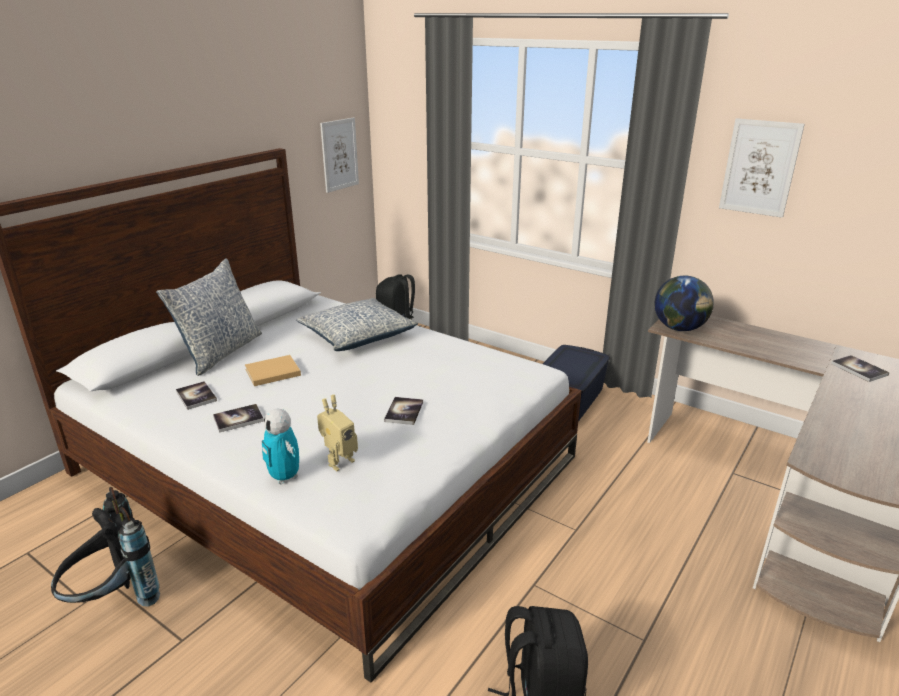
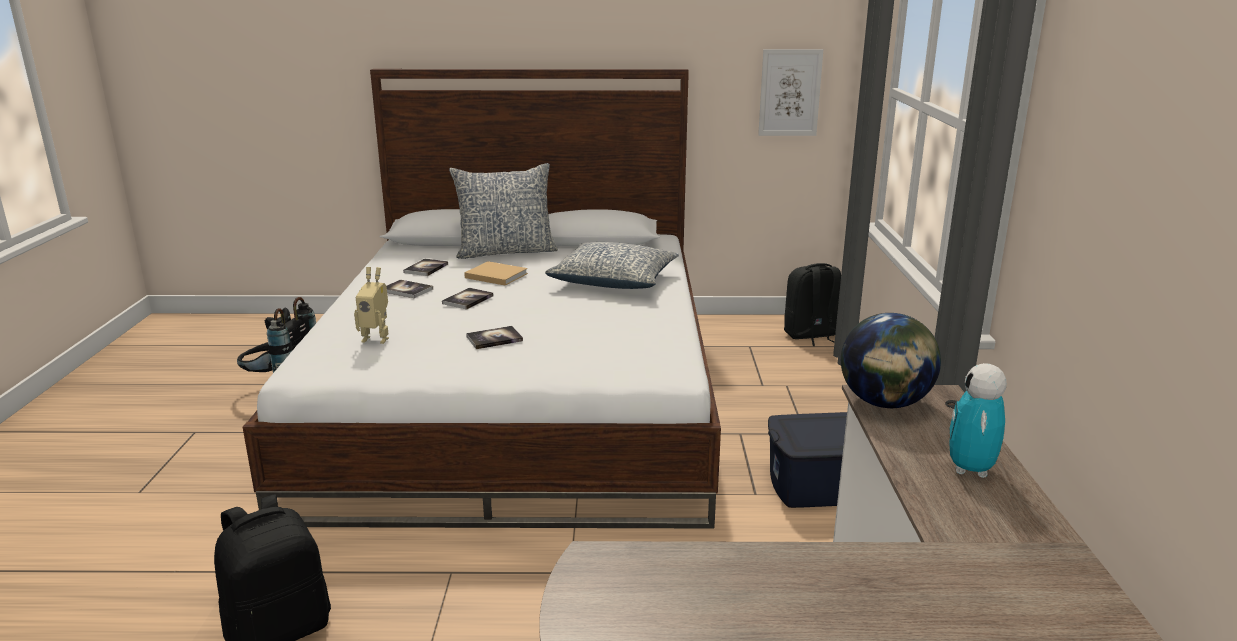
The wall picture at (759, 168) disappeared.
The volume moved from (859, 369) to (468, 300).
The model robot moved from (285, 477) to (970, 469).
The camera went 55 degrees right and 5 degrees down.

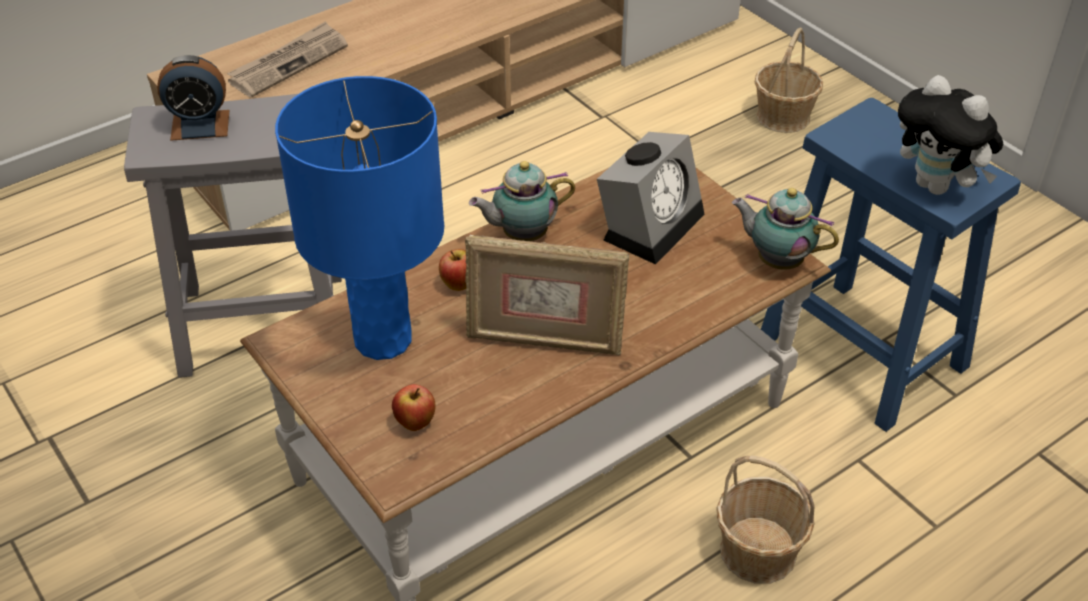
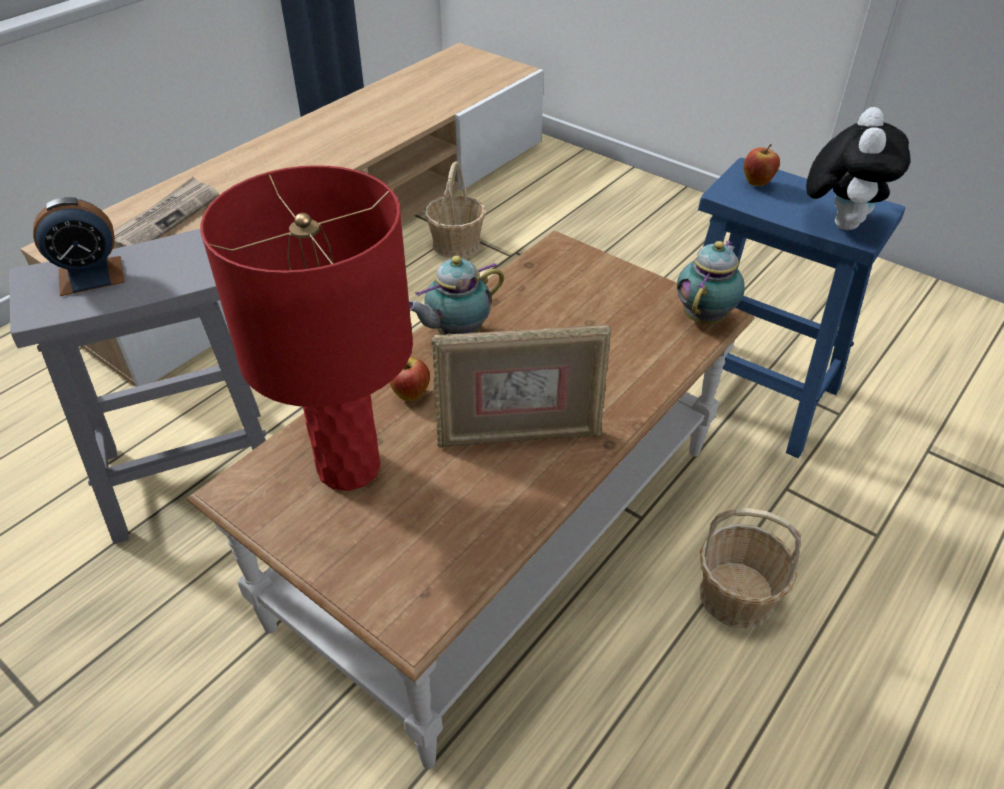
The storage basket moved from (783, 116) to (456, 244).
The plush toy at (937, 186) turned 105 degrees counterclockwise.
The blue-coloured tabletop lamp at (383, 340) became the reddish tabletop lamp at (349, 468).
The bedside clock at (651, 223) disappeared.
The pot for tea at (776, 260) turned 105 degrees clockwise.
The whole apple moved from (415, 423) to (757, 183).
The camera went 15 degrees left and 0 degrees up.

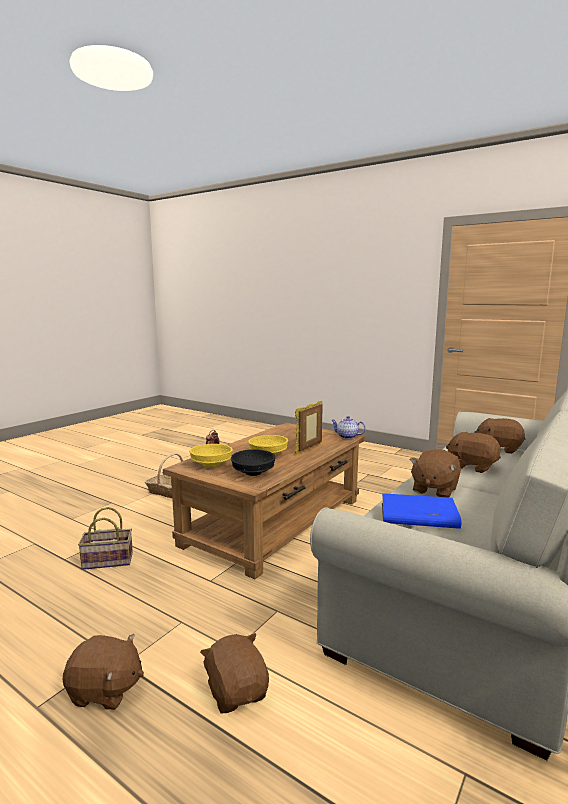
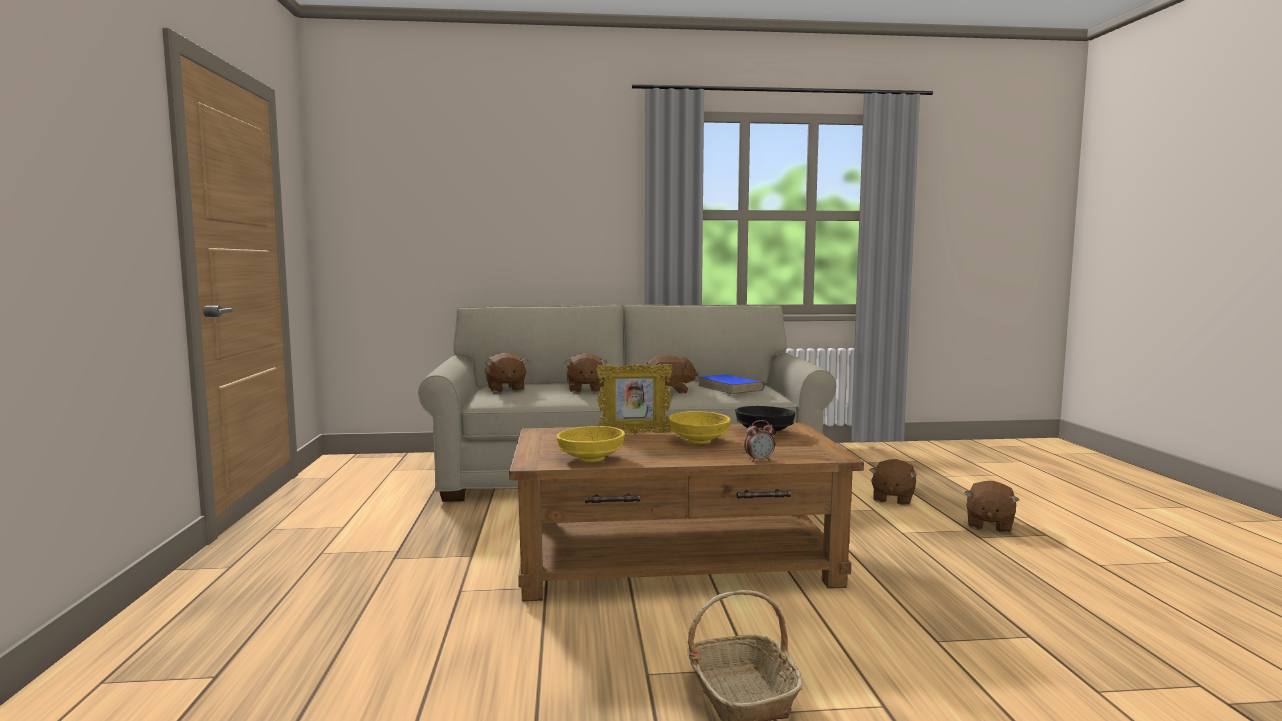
The pot for tea at (347, 436) disappeared.
The yellow bowl moved from (212, 465) to (591, 459).
The storage basket at (106, 561) disappeared.
The brown-coloured plush toy at (105, 691) turned 120 degrees counterclockwise.
The camera went 130 degrees left and 5 degrees down.

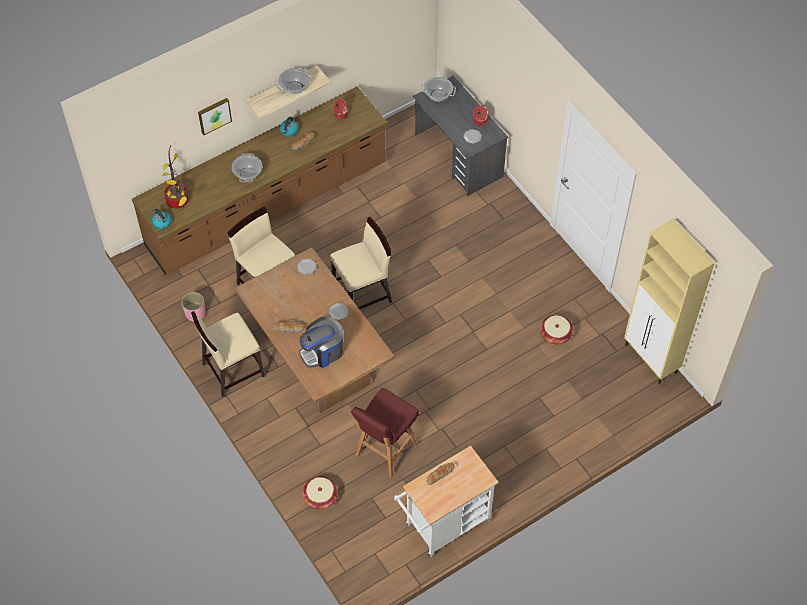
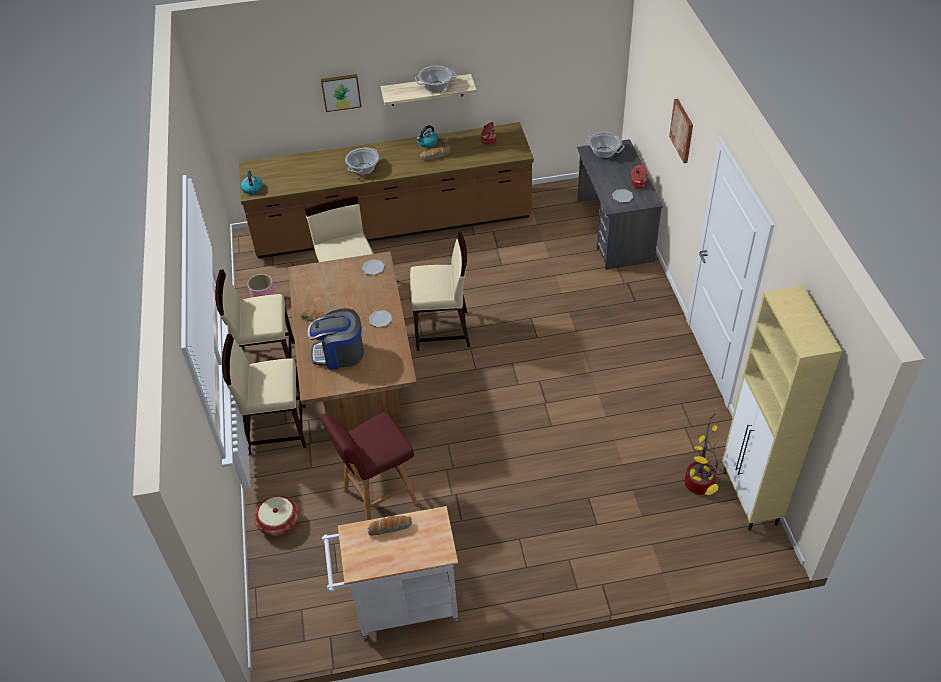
The potted plant moved from (179, 201) to (701, 485).
The storage basket at (555, 334) disappeared.
The wall picture at (682, 130) appeared.
The beige-coloured upright chair at (276, 429) appeared.
The camera went 25 degrees right and 10 degrees down.

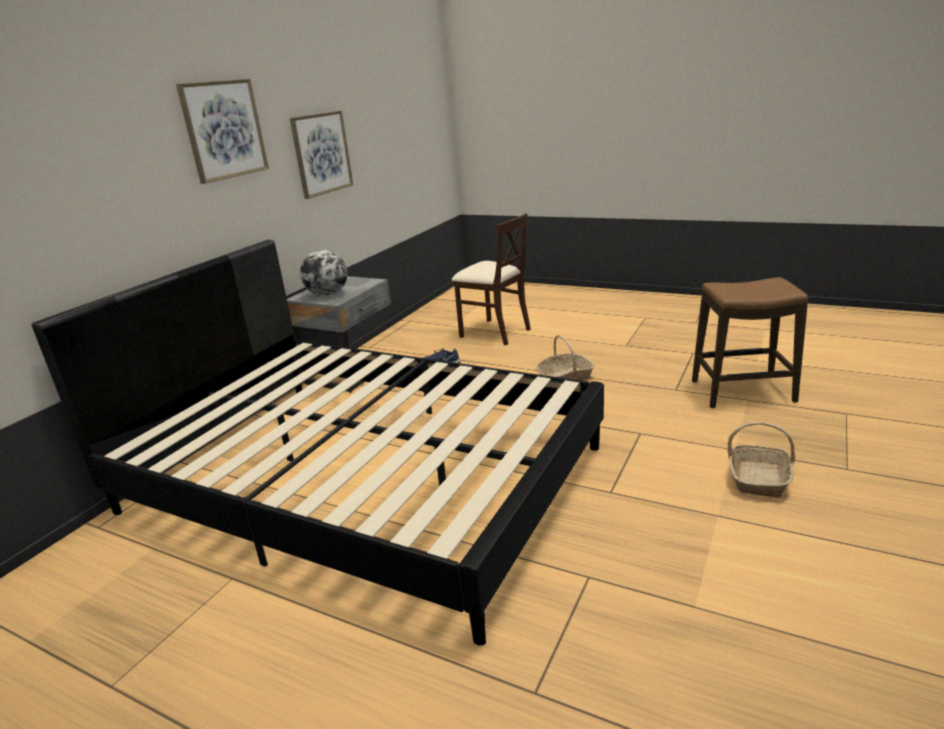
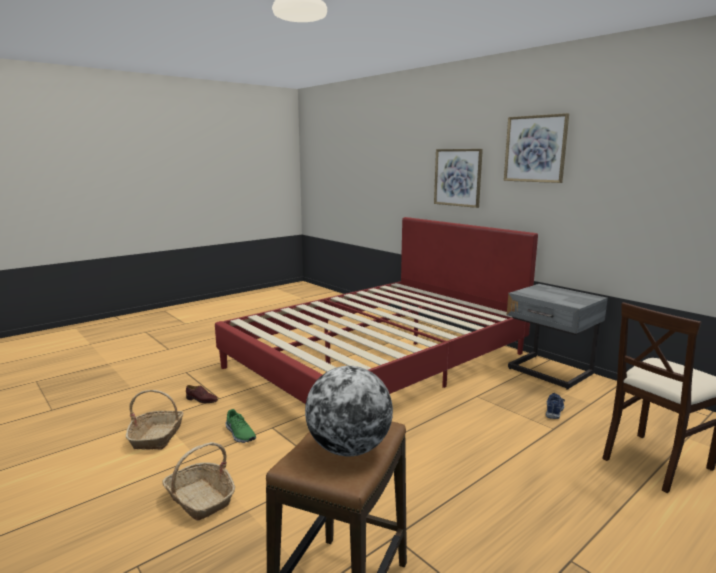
The wall picture moved from (321, 153) to (458, 177).
The black bed at (362, 478) became the reddish bed at (378, 360).
The world globe moved from (327, 294) to (349, 449).
The storage basket moved from (565, 377) to (157, 436).
The brown-coloured item of footwear at (201, 400) appeared.
The green item of footwear at (239, 434) appeared.
The camera went 110 degrees right and 10 degrees down.

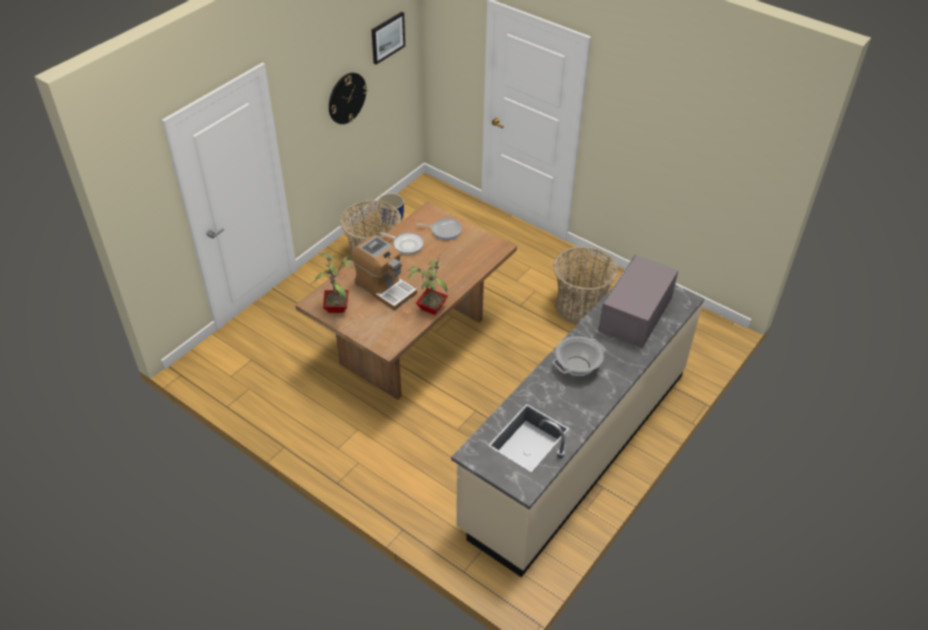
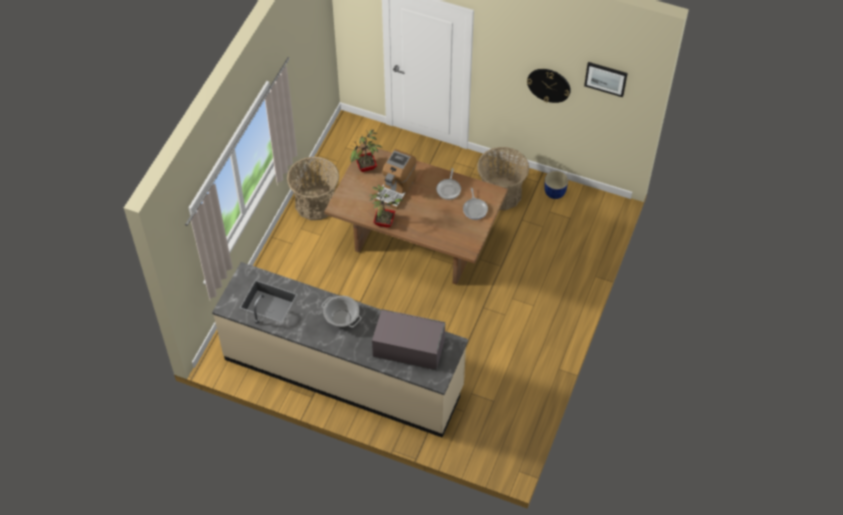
The storage basket moved from (580, 306) to (315, 203).
The camera went 75 degrees right and 10 degrees up.

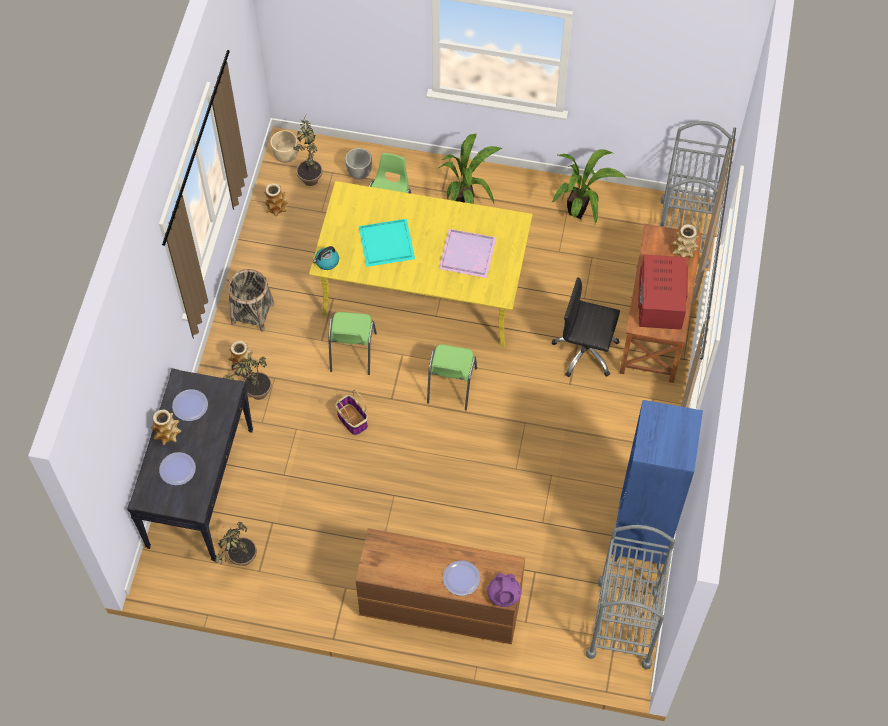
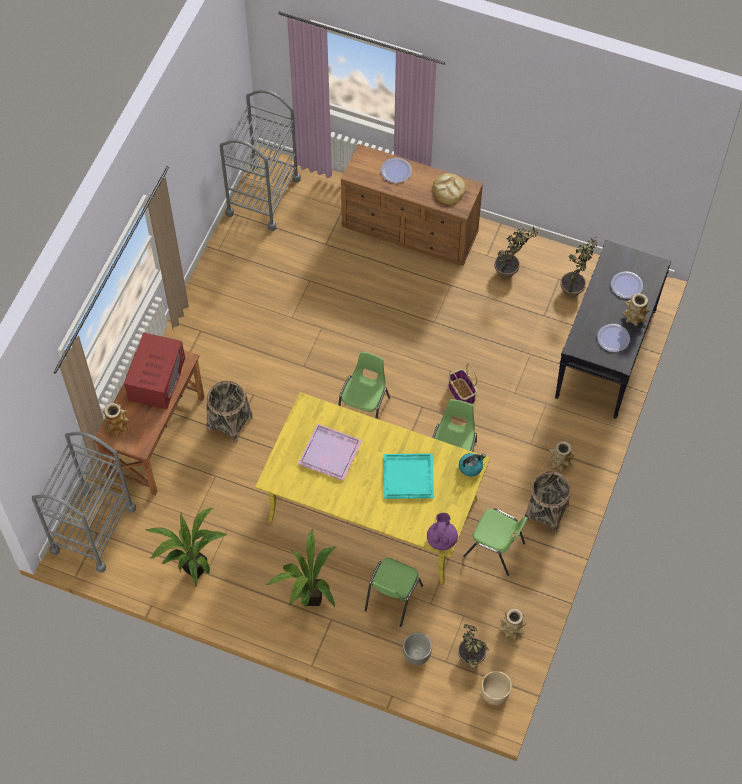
The black office chair at (585, 351) was replaced by the storage basket at (229, 422).
The potted plant moved from (253, 395) to (511, 270).
The blue-coloured shelving unit at (641, 539) disappeared.
The purple-coloured pot for tea moved from (504, 596) to (442, 539).
The bread at (449, 189) appeared.
The green upright chair at (495, 549) appeared.
The camera went 170 degrees left and 0 degrees up.

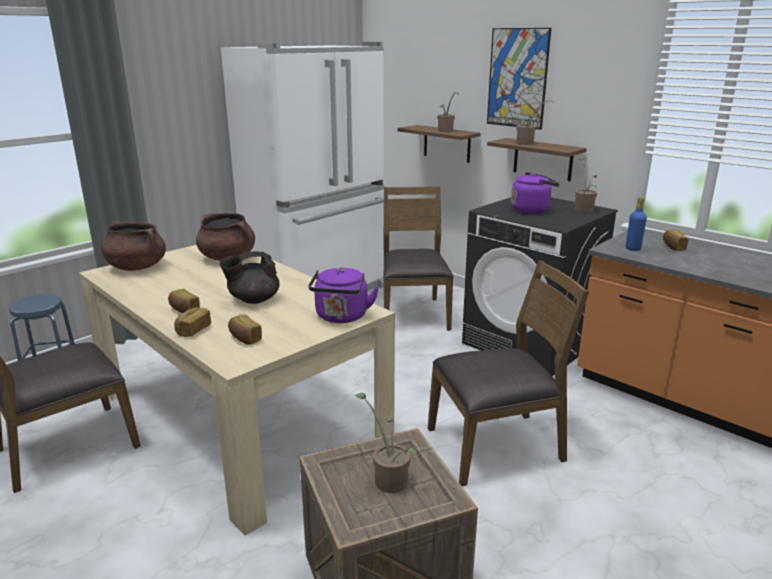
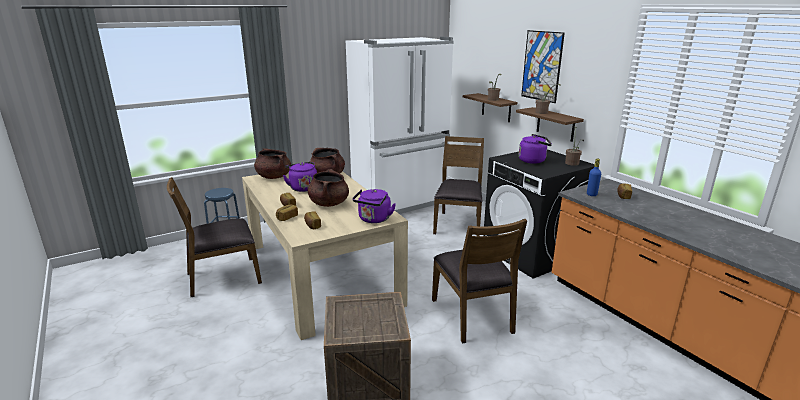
The black pot for tea at (253, 300) was replaced by the brown-coloured saucepot at (329, 203).
The brown-coloured upright chair at (496, 445) turned 75 degrees clockwise.
The potted plant at (388, 478) disappeared.
The purple-coloured tea kettle at (302, 188) appeared.
The camera went 15 degrees right and 0 degrees up.

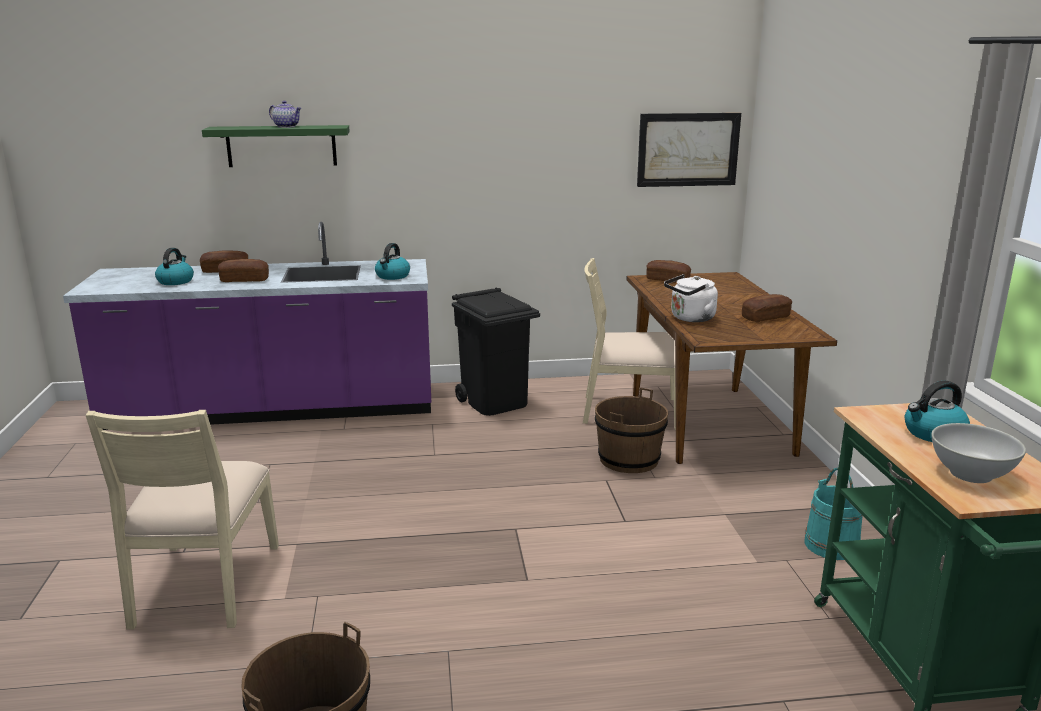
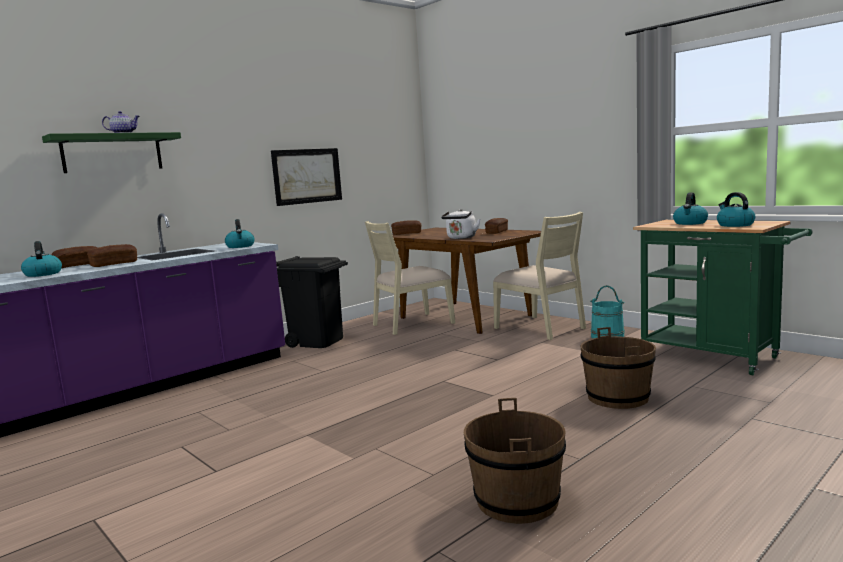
The wall picture moved from (688, 149) to (307, 176).
The brown-coloured pail moved from (629, 460) to (618, 398).
The beige-coloured upright chair moved from (204, 585) to (541, 328).
The whitish bowl at (970, 474) was replaced by the tea kettle at (734, 225).
The camera went 35 degrees left and 10 degrees down.

